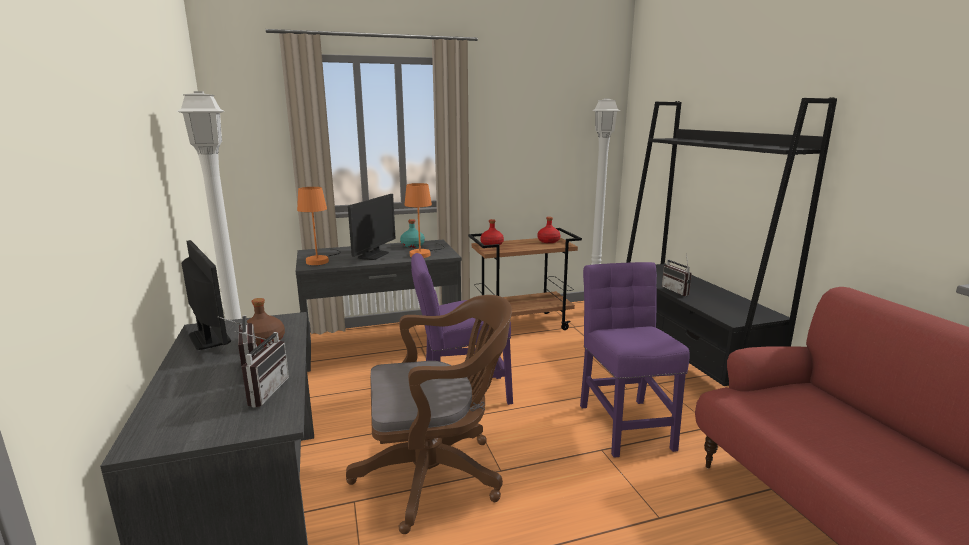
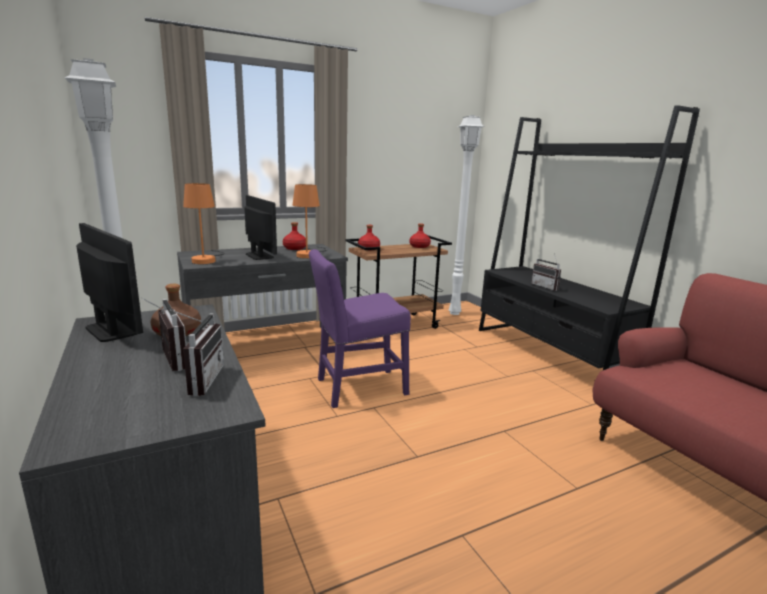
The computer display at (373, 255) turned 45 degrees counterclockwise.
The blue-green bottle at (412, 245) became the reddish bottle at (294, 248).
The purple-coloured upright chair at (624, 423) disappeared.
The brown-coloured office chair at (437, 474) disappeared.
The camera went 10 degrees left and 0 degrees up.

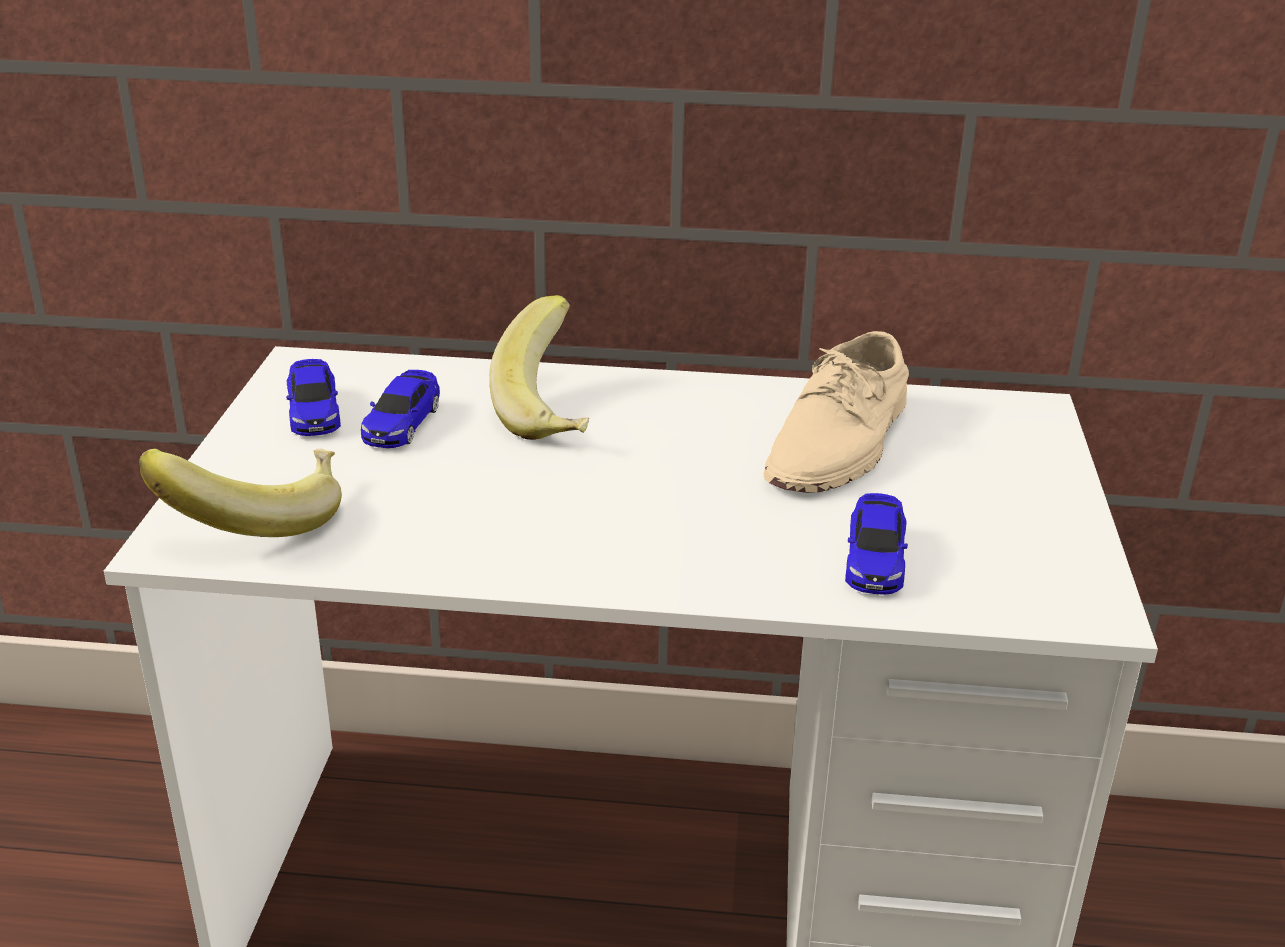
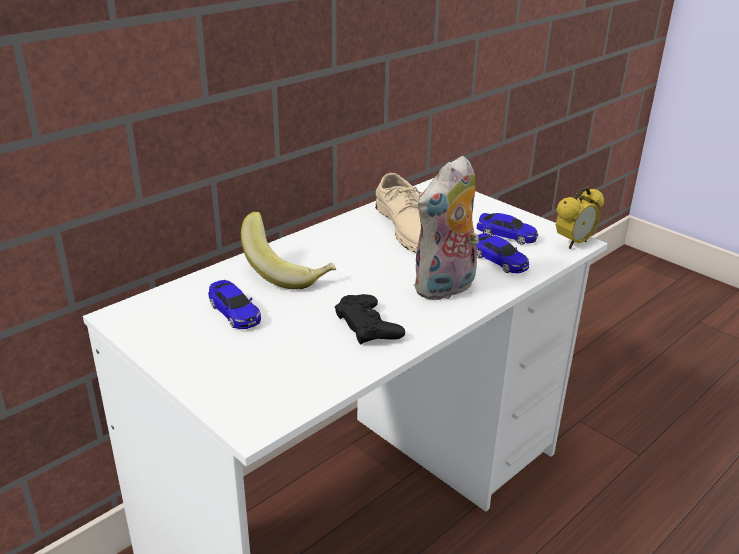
The model car moved from (314, 412) to (506, 235).
The banana at (257, 519) disappeared.
The plush toy at (445, 288) appeared.
The bedside clock at (573, 243) appeared.
The black joypad at (368, 326) appeared.
The camera went 50 degrees left and 0 degrees up.

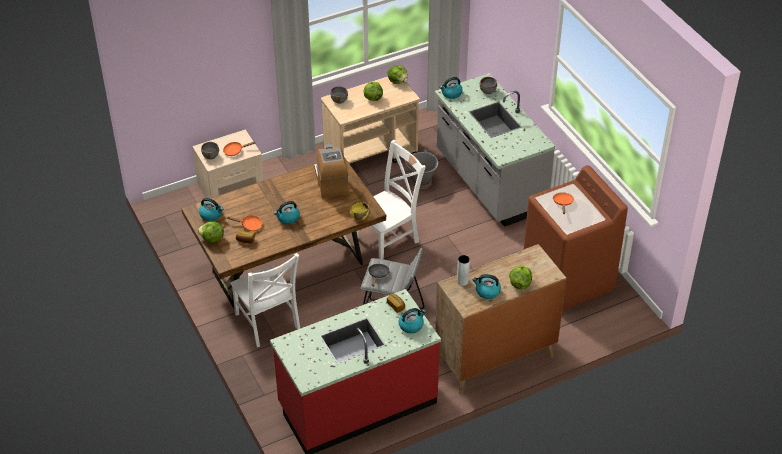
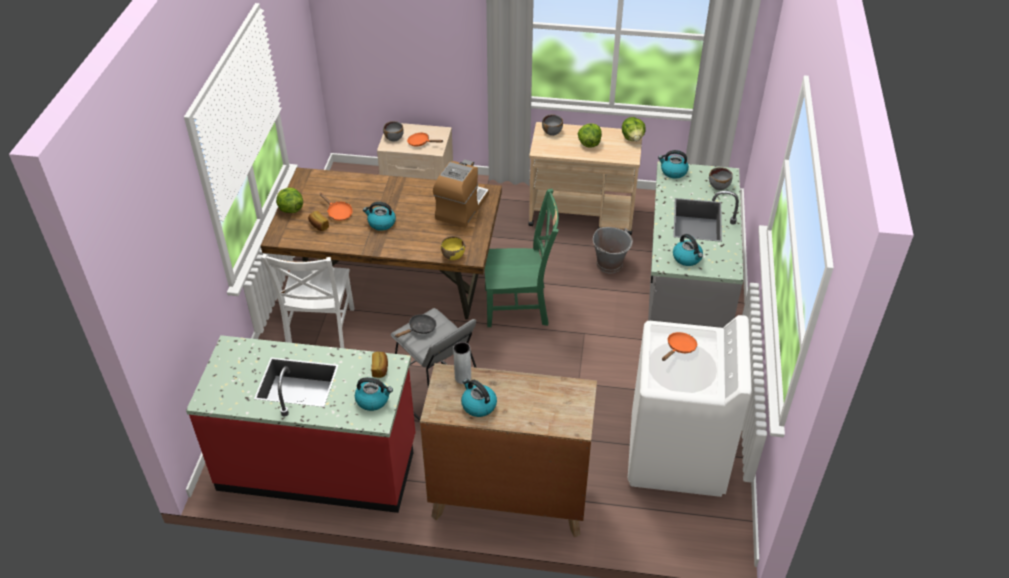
The whitish upright chair at (389, 239) became the green upright chair at (519, 306).
The brown-coloured washing machine at (567, 280) became the whitish washing machine at (677, 455).
The tea kettle moved from (211, 215) to (687, 258).
The head of lettuce at (520, 284) disappeared.
The camera went 35 degrees right and 0 degrees up.

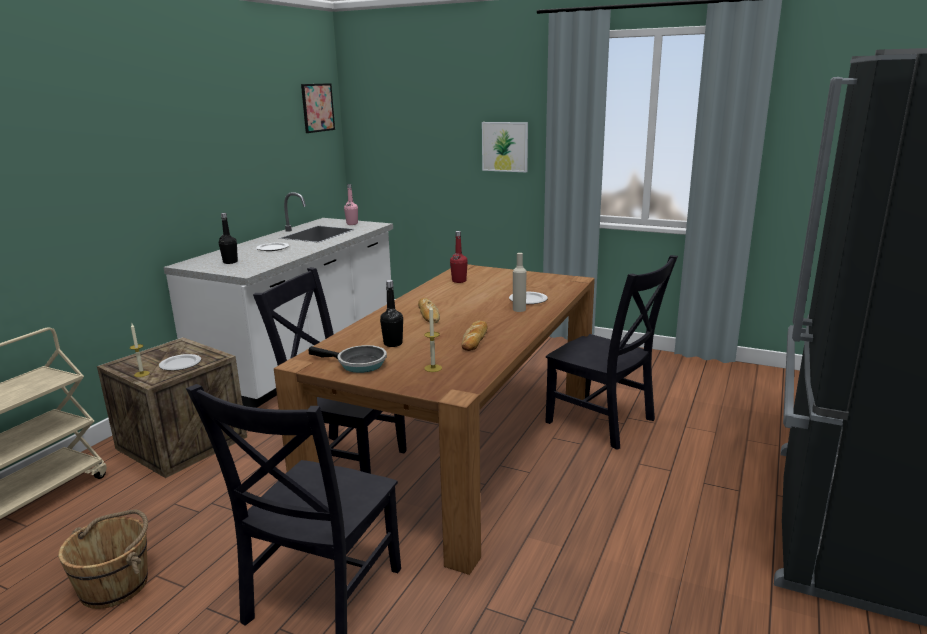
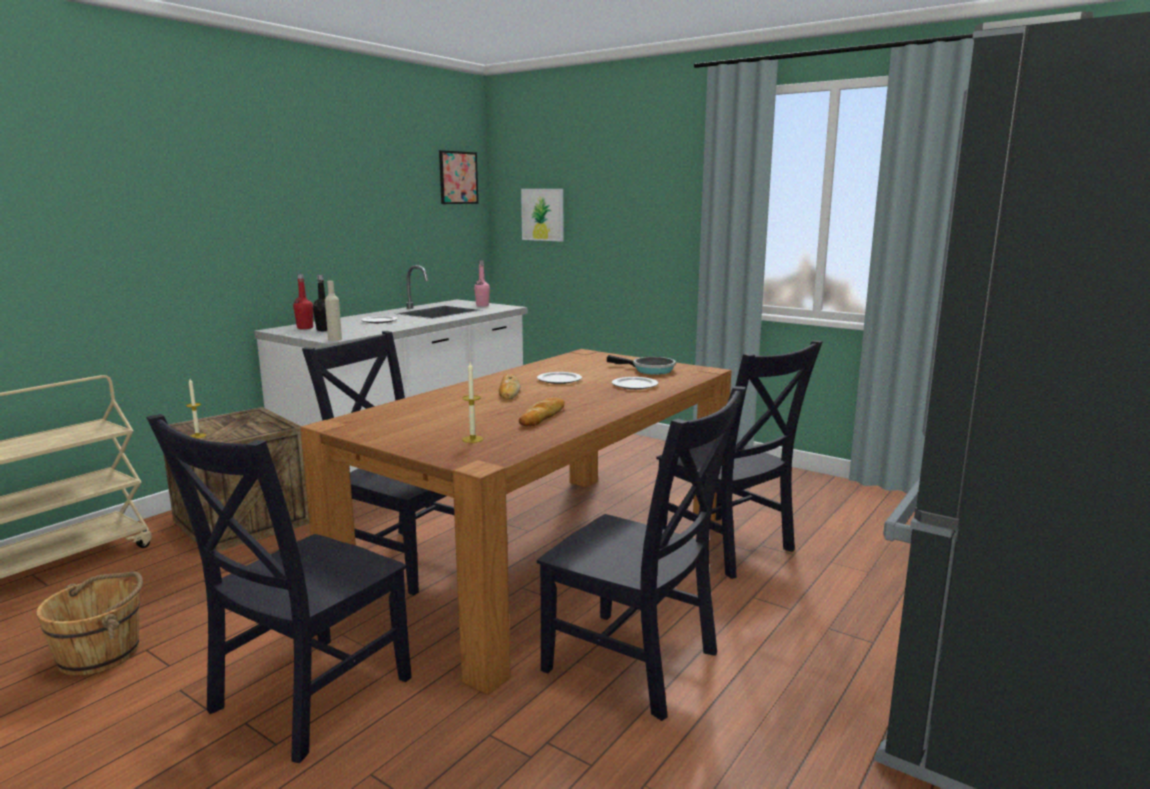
The wall picture moved from (505, 146) to (543, 214).
The reddish bottle moved from (459, 281) to (305, 328).
The beige-coloured bottle moved from (519, 309) to (335, 339).
The black bottle at (393, 344) disappeared.
The pan moved from (358, 364) to (650, 370).
The plate moved from (180, 364) to (558, 380).
The black upright chair at (637, 665) appeared.
The camera went 10 degrees right and 5 degrees down.

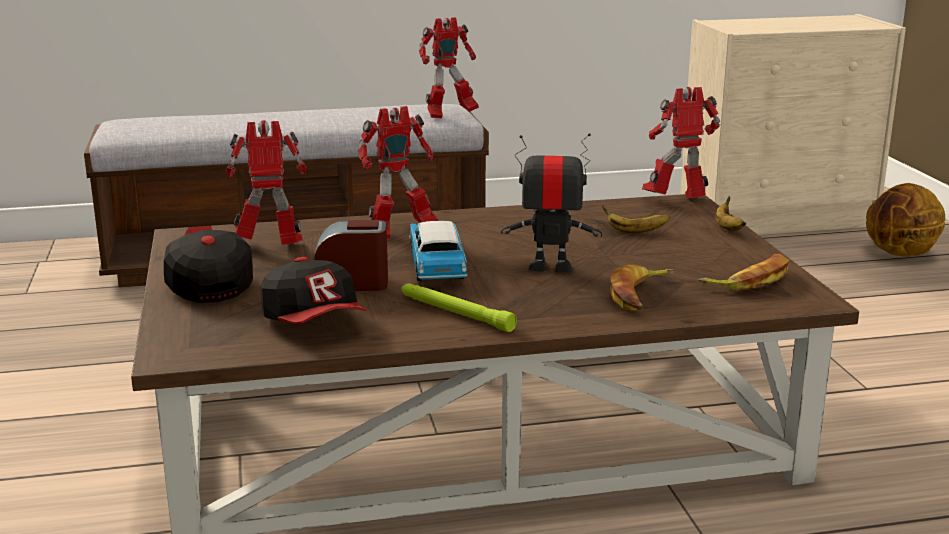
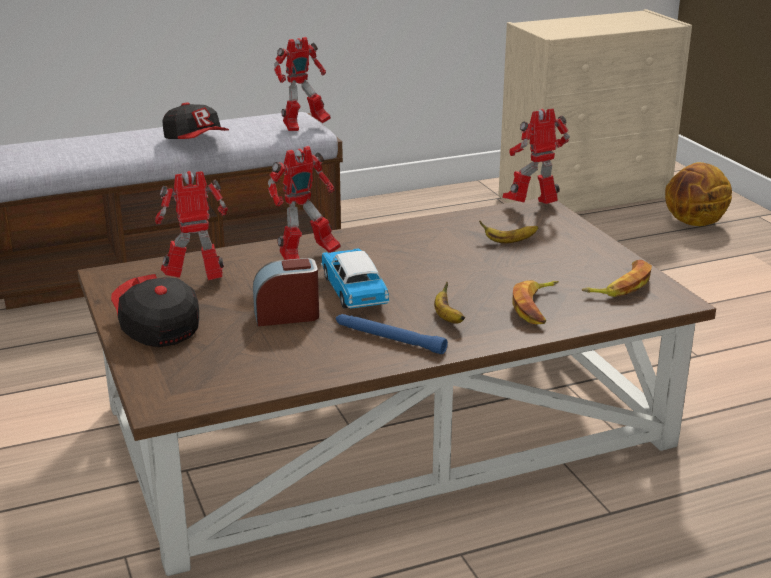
The model robot at (550, 267) disappeared.
The banana moved from (727, 228) to (447, 317).
The peaked cap moved from (314, 322) to (196, 141).
The green flashlight at (454, 313) became the blue-coloured flashlight at (388, 339).
The camera went 10 degrees left and 5 degrees up.

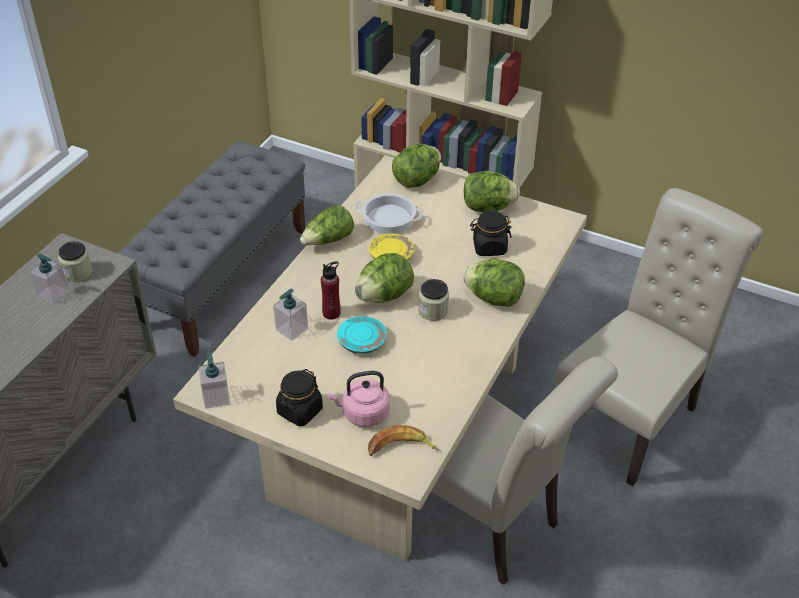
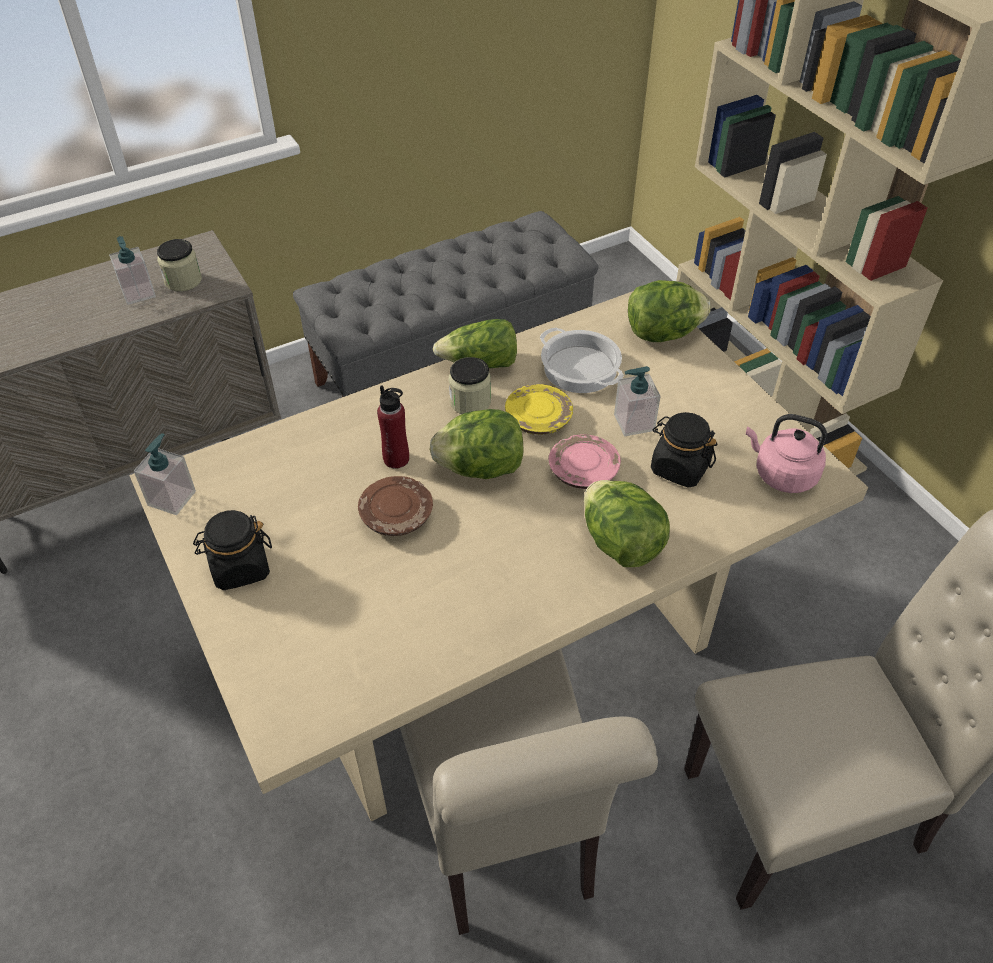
The head of lettuce at (487, 207) disappeared.
The jar moved from (433, 311) to (470, 402).
The soap dispenser moved from (291, 329) to (633, 422).
The blue-green plate at (362, 341) became the brown-coloured plate at (397, 515).
The pinkish tea kettle moved from (363, 414) to (781, 474).
The banana at (400, 448) disappeared.
The pinkish plate at (583, 471) appeared.
The camera went 35 degrees right and 5 degrees up.

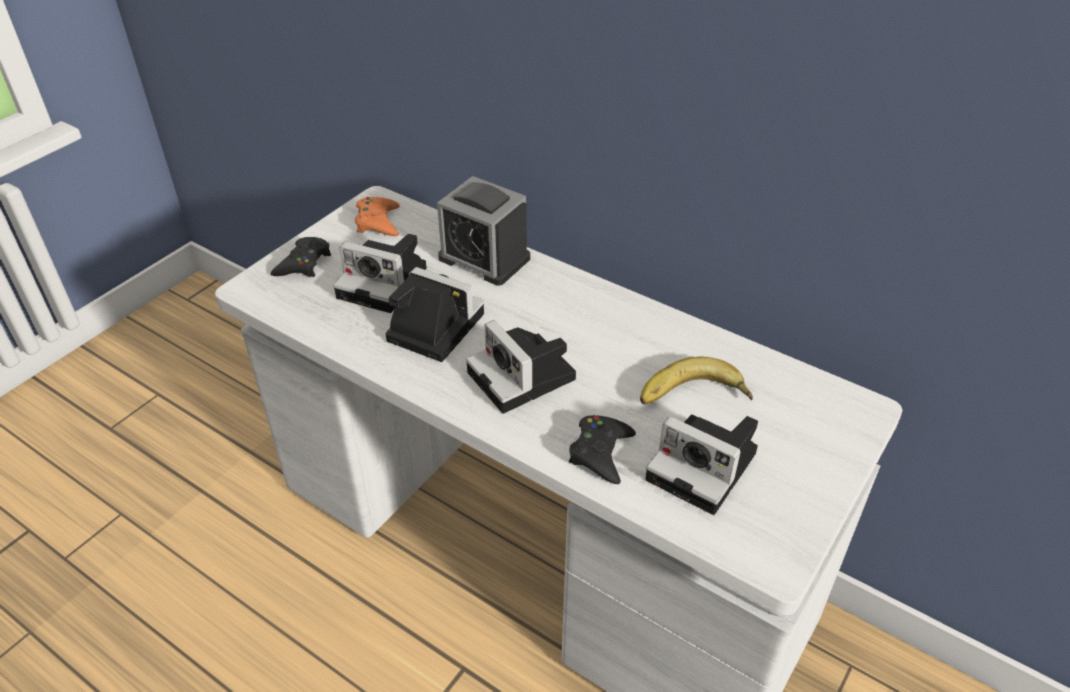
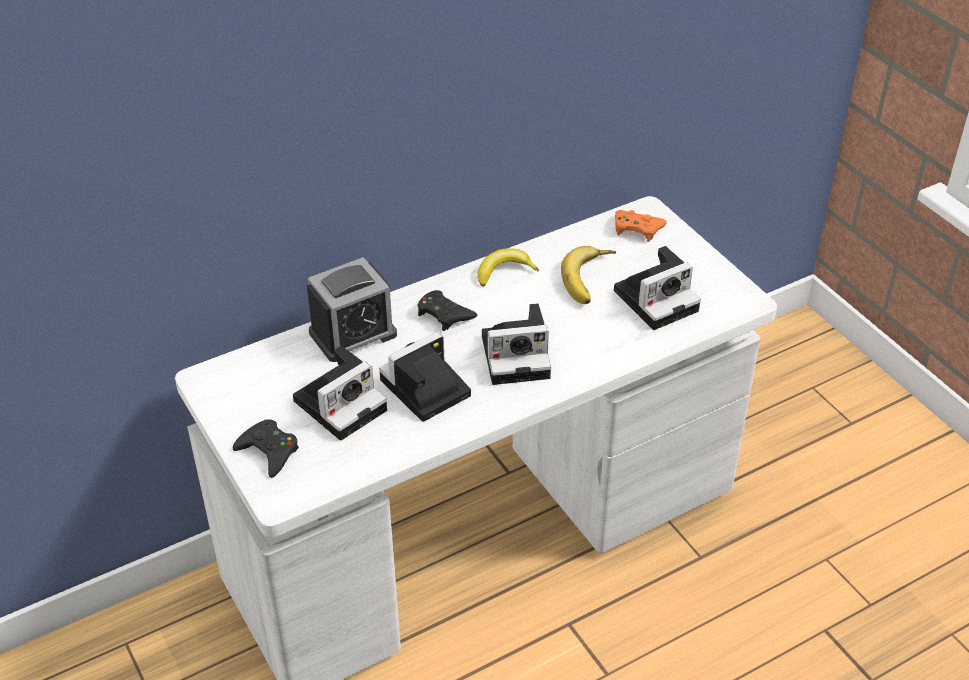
The orangey joypad moved from (378, 222) to (637, 229).
The black joypad moved from (600, 452) to (444, 314).
The banana at (504, 271) appeared.
The camera went 65 degrees left and 0 degrees up.

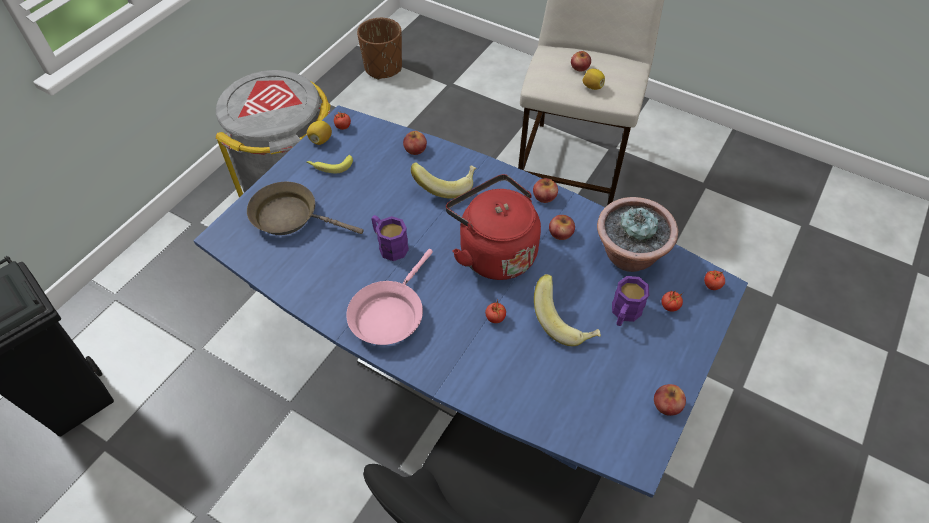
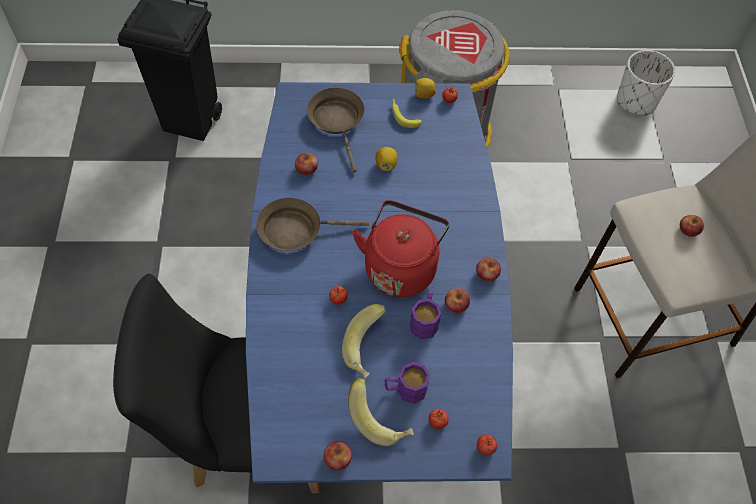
The brown-coloured plant pot at (383, 68) became the whitish plant pot at (636, 101).
The lemon moved from (592, 86) to (386, 165).
The whole apple moved from (415, 149) to (306, 169).
The banana moved from (446, 185) to (380, 419).
The potted plant at (628, 256) disappeared.
The purple-coloured tea mug moved from (389, 245) to (425, 320).
The pinkish pan at (389, 314) became the brown-coloured pan at (295, 230).
The camera went 55 degrees right and 5 degrees up.

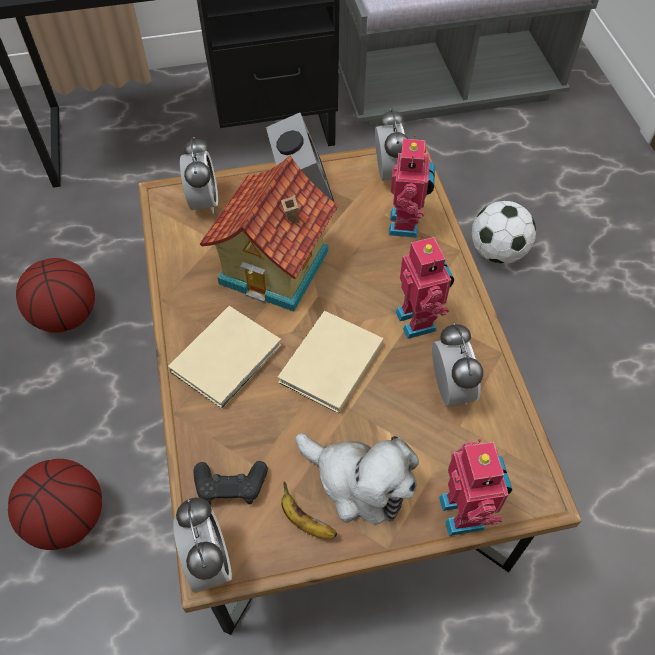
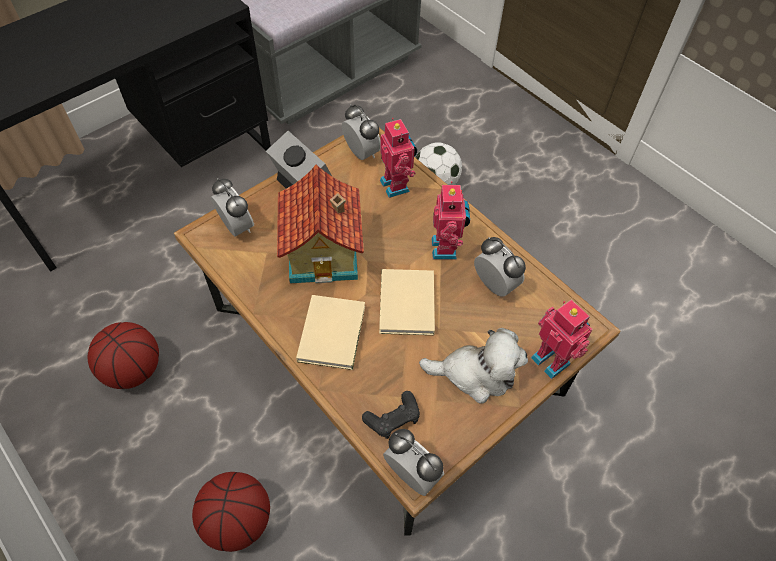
The model robot at (419, 320) turned 45 degrees clockwise.
The banana at (305, 521) disappeared.
The camera went 30 degrees left and 0 degrees up.

